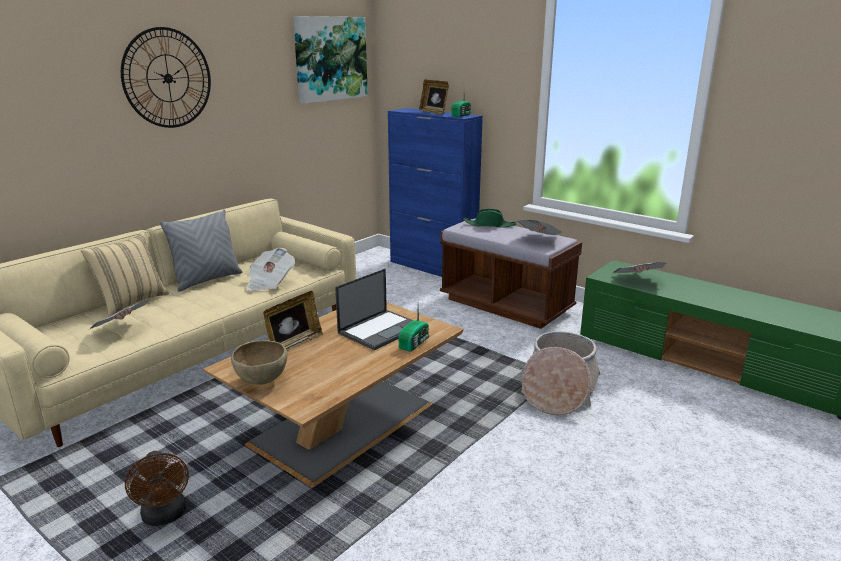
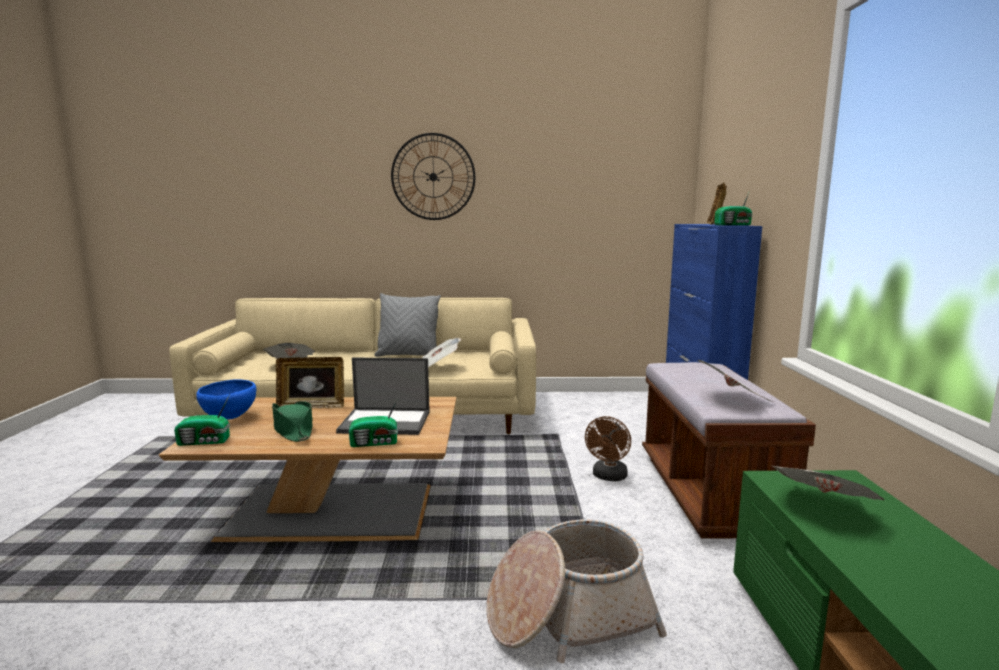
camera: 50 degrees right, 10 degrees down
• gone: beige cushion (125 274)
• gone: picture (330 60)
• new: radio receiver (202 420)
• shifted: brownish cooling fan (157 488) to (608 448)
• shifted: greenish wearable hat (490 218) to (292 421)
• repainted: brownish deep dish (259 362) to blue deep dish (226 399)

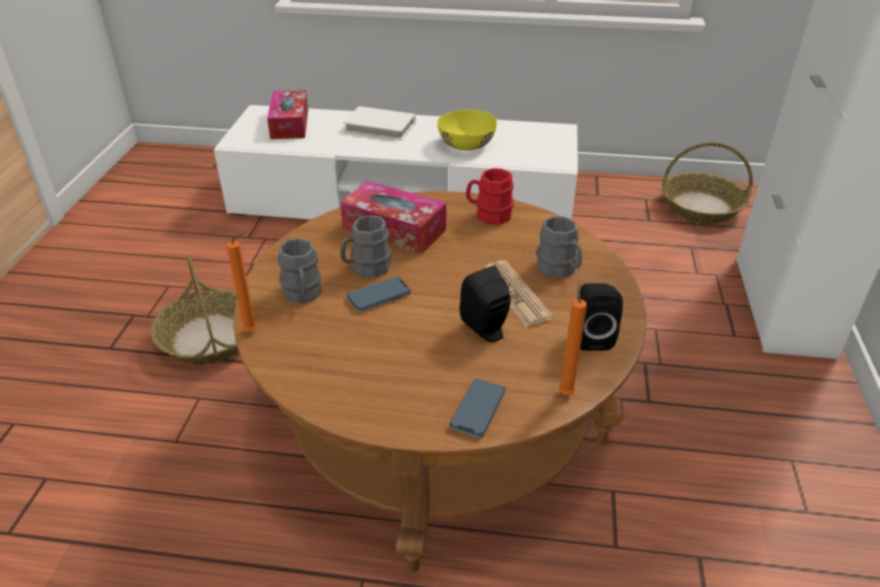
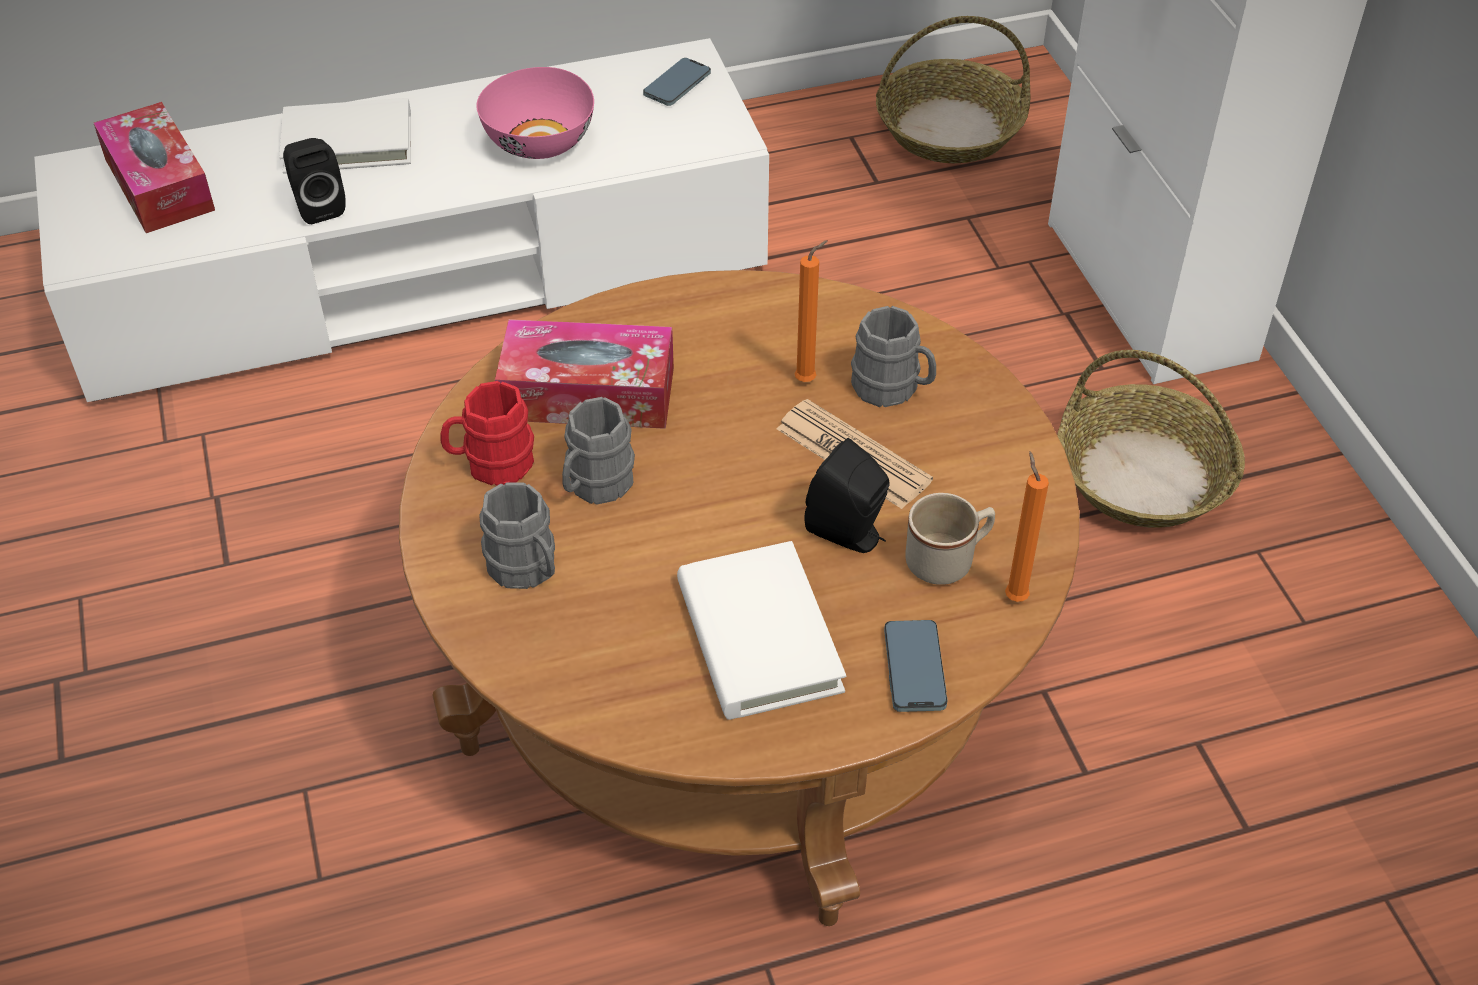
camera: 25 degrees left, 10 degrees up
• new: whitish volume (761 630)
• new: beige tea mug (950 539)
• shifted: household basket (195 311) to (1151 439)
• shifted: orange-coloured wax candle (241 282) to (811 311)
• shifted: telephone (379 294) to (677 82)
• shifted: reddish tea mug (490 196) to (487 433)
• shifted: blackish speaker (601 317) to (314 181)
• repainted: yellowish deep dish (467 130) to pink deep dish (535 113)

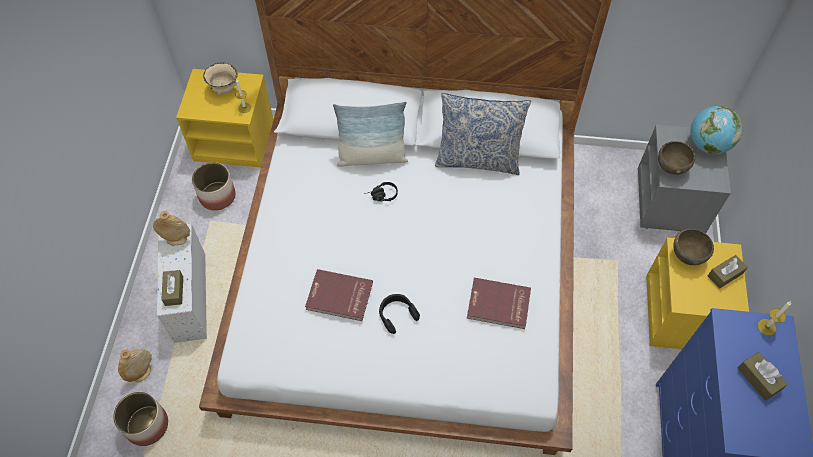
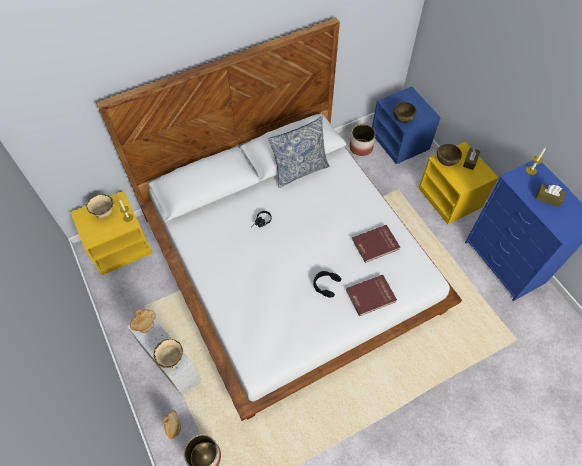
camera: 35 degrees left, 0 degrees up
• gone: cushion (370 134)
• gone: world globe (716 130)
• shifted: planter (213 186) to (363 140)
• shifted: reddish volume (339 295) to (371 295)
• swapped: brownish tissue holder (172 288) to beige deep dish (169 354)
• repainted: greyish bedside table (684 179) to blue bedside table (406 125)

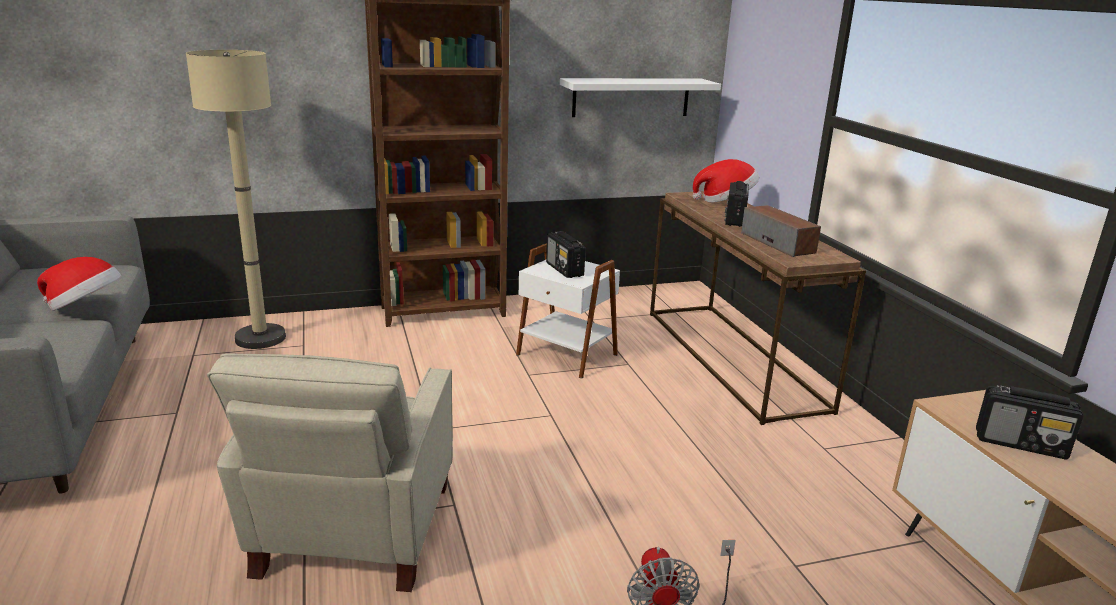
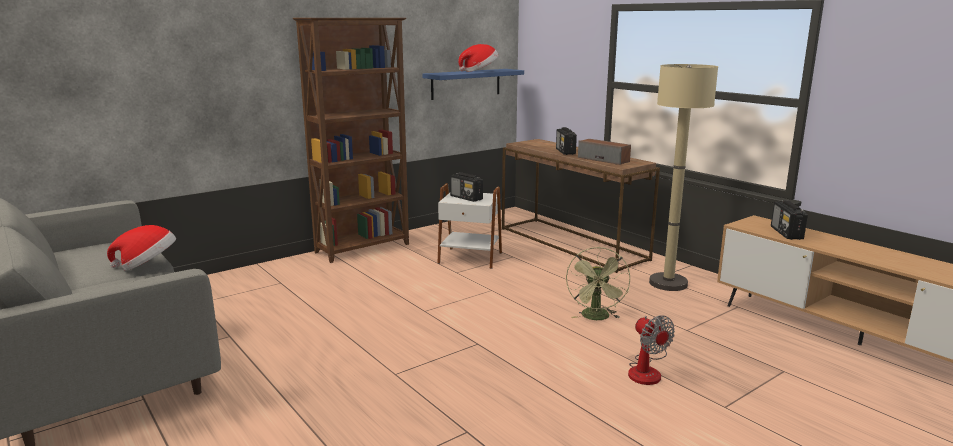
camera: 20 degrees left, 5 degrees down
• gone: beige armchair (330 473)
• new: greenish cooling fan (598 283)
• shifted: beige standard lamp (236 199) to (683 177)
• shifted: wearable hat (725 181) to (478 58)
• repainted: whitish wall shelf (640 97) to blue wall shelf (473 84)
• rotated: radio receiver (1029 422) = (789 220) 90 degrees clockwise

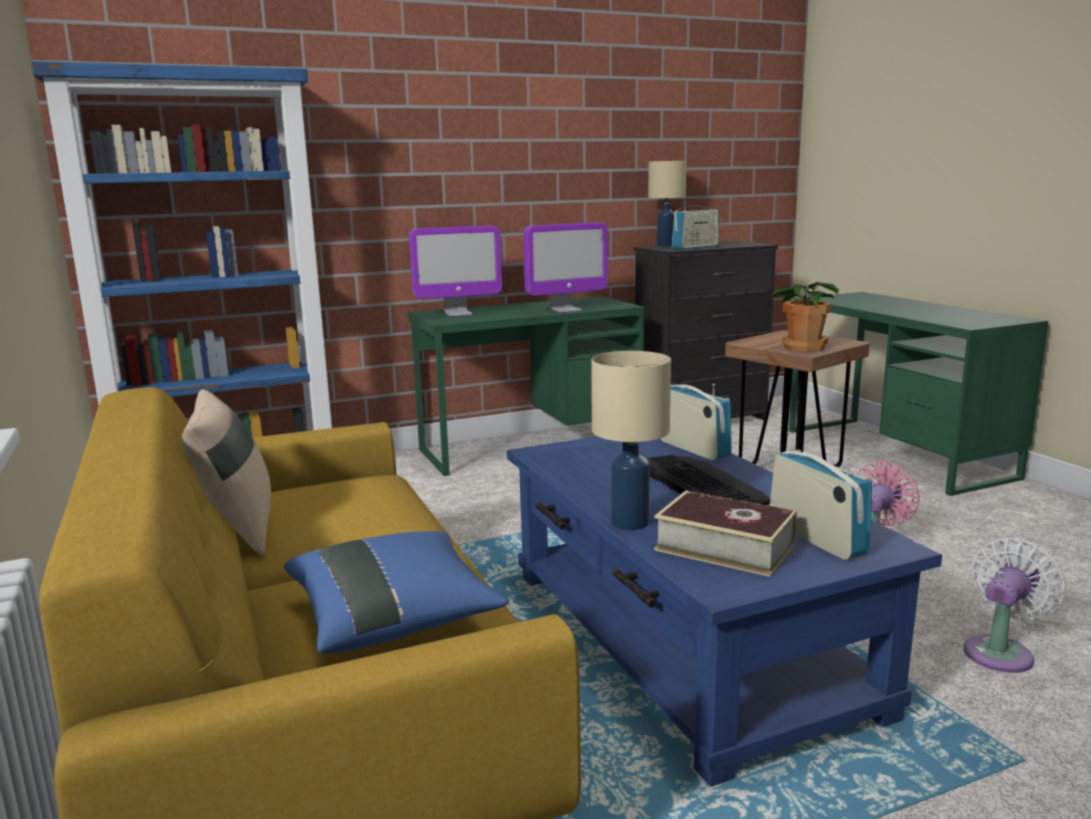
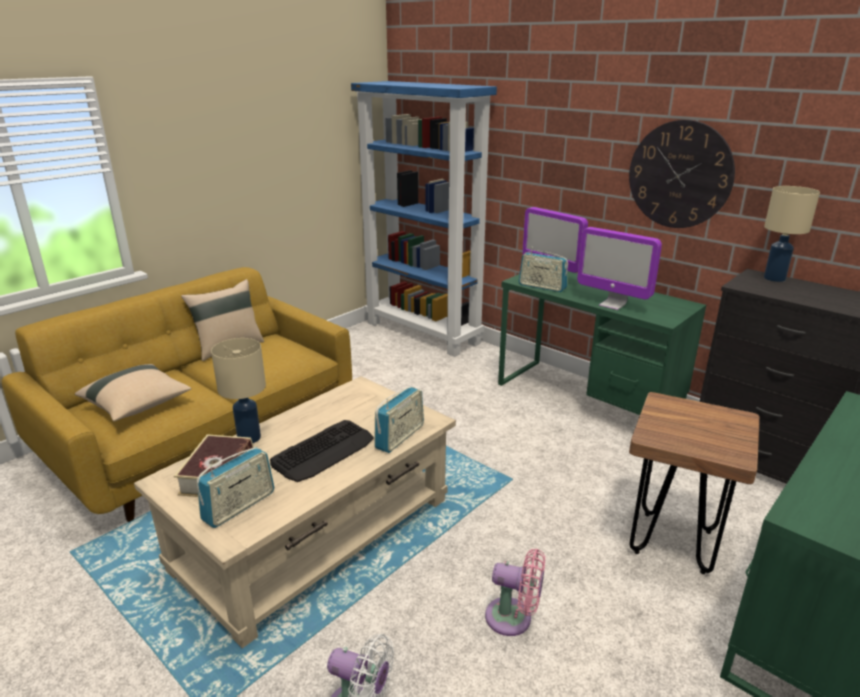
camera: 65 degrees right, 10 degrees up
• gone: houseplant (803 317)
• new: hanging clock (682 174)
• shifted: radio receiver (695 226) to (543 269)
• repainted: blue cushion (396 592) to beige cushion (133 392)
• repainted: blue coffee table (724 611) to beige coffee table (295 512)

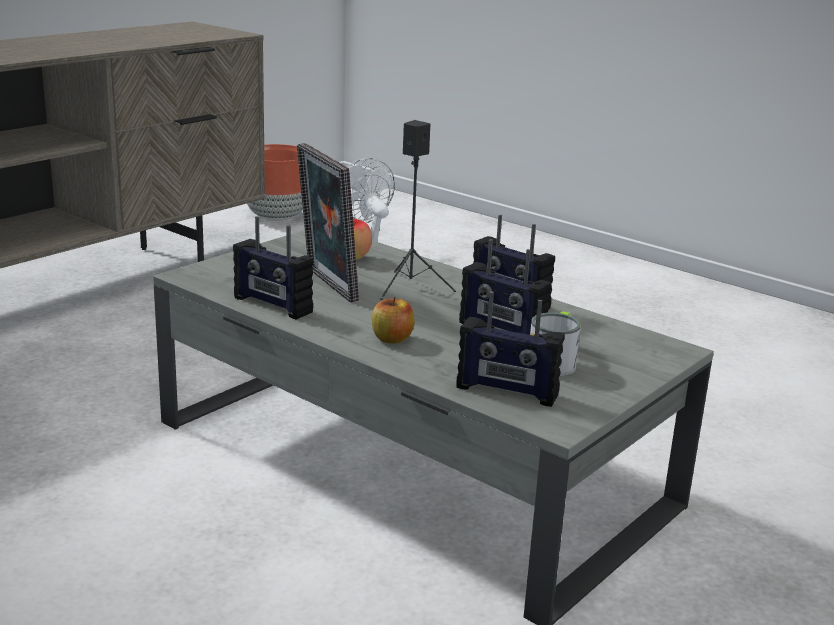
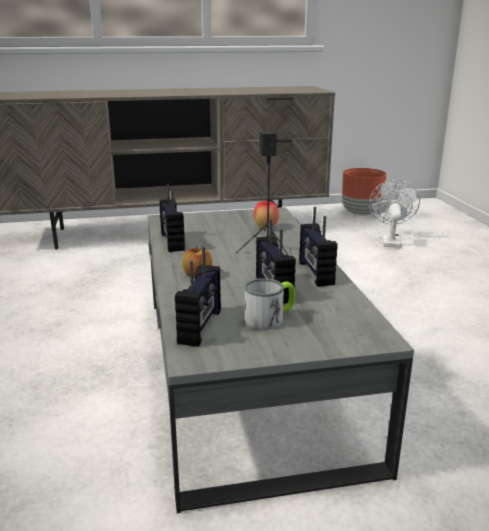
camera: 40 degrees right, 0 degrees up
• gone: picture frame (328 223)
• rotated: radio receiver (510 349) = (198 297) 135 degrees counterclockwise

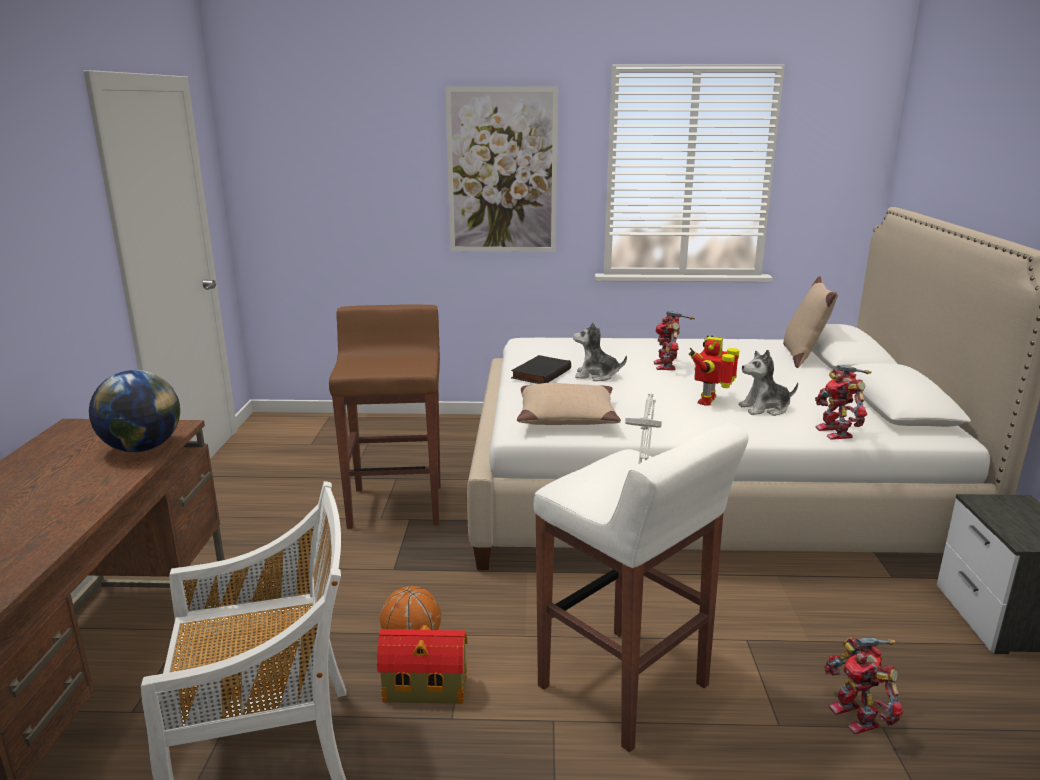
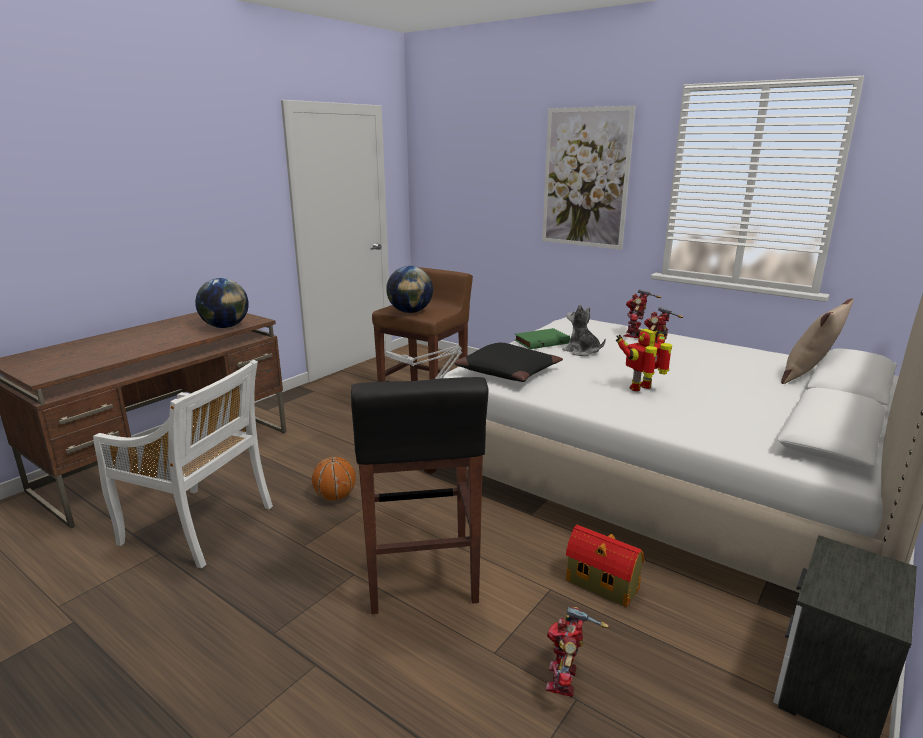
camera: 35 degrees right, 0 degrees up
• gone: cuddly toy (768 383)
• new: world globe (409 289)
• shifted: model house (422 664) to (605 566)
• shifted: toy robot (843 402) to (642 313)
• repainted: blackish volume (541 369) to greenish volume (542 338)
• repainted: beige cushion (569 404) to blackish cushion (508 362)
• repainted: whitish sitting stool (641 587) to blackish sitting stool (420 495)

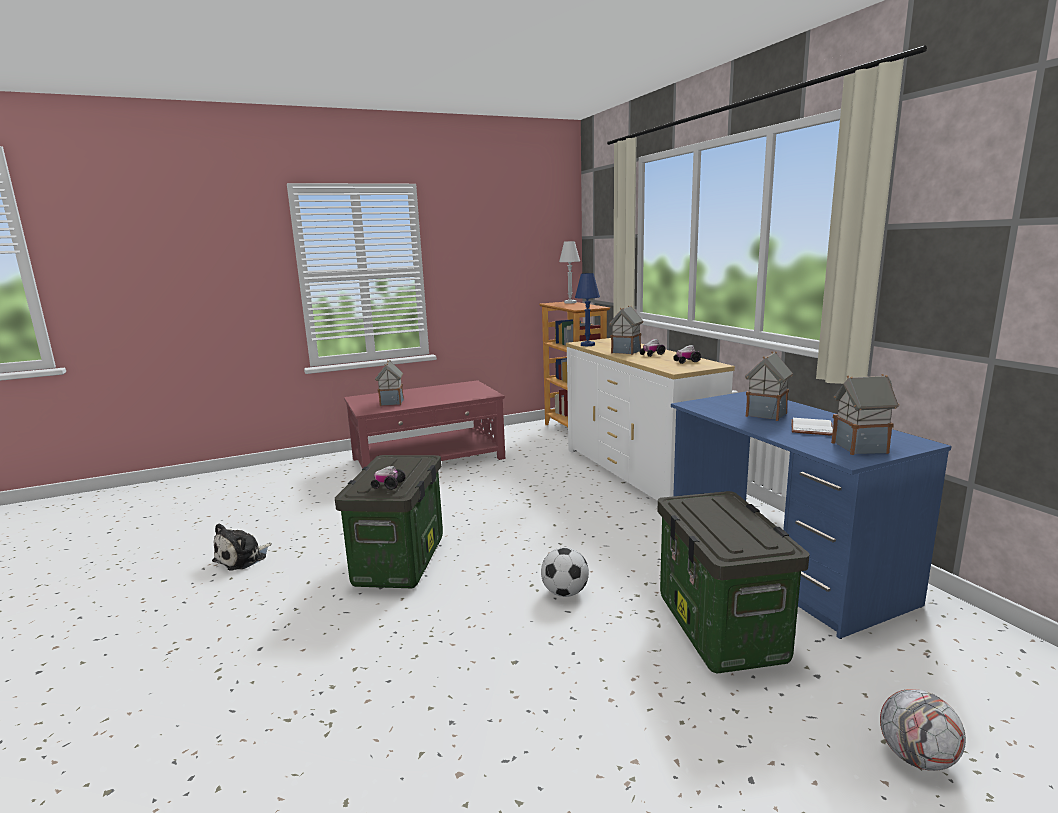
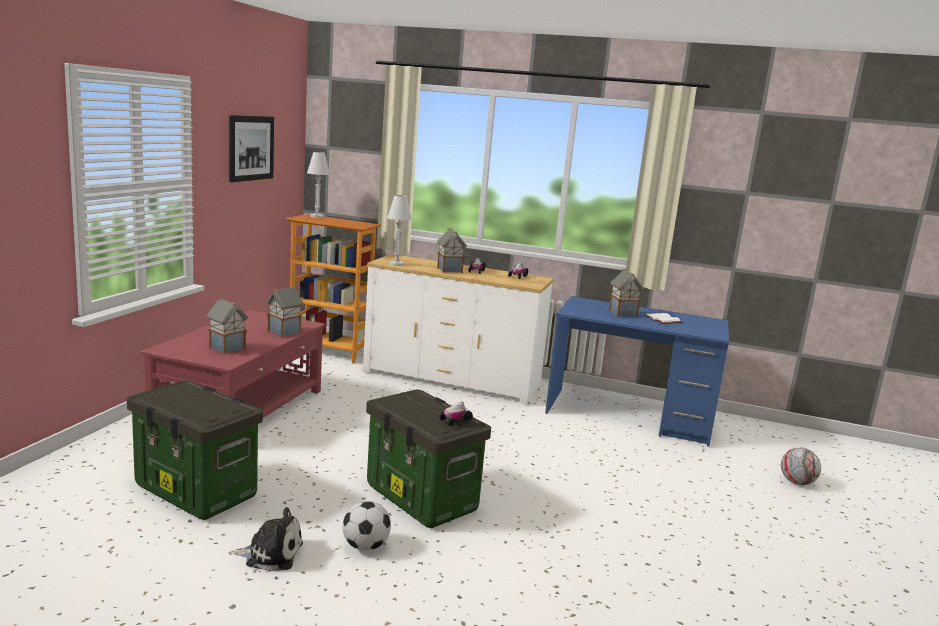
camera: 50 degrees left, 0 degrees up
• new: picture (251 148)
• shifted: football ball (565 572) to (367 526)
• shifted: storage container (733 582) to (195 450)
• shifted: model house (865 414) to (285 311)
• repainted: blue table lamp (587 309) to whitish table lamp (399 230)
• rotated: cuddly toy (242 547) = (265 539) 75 degrees counterclockwise

